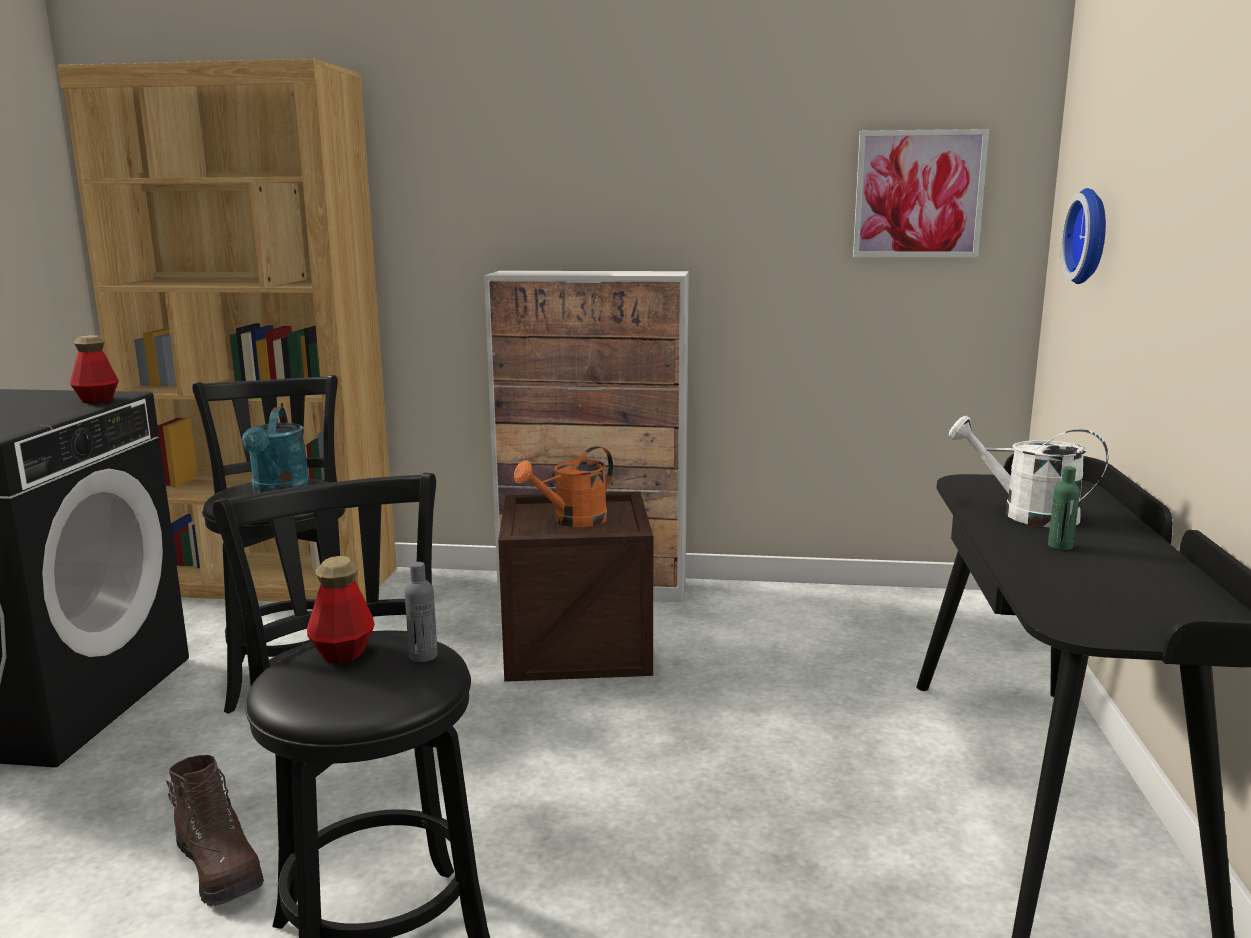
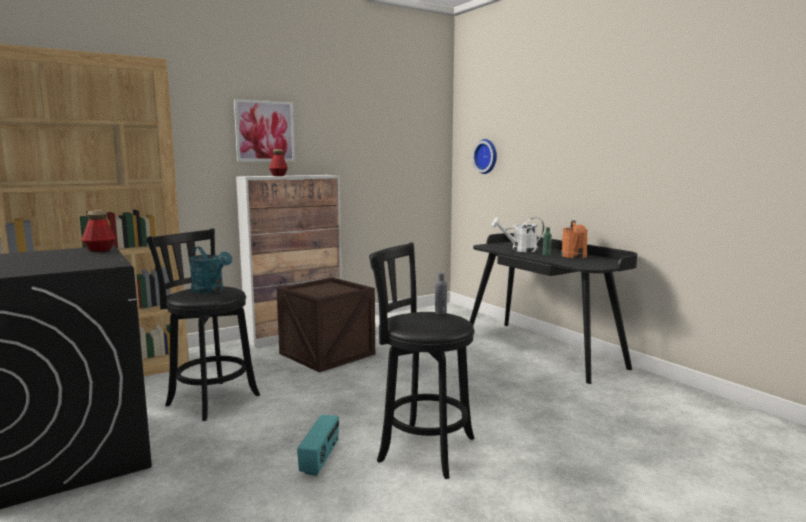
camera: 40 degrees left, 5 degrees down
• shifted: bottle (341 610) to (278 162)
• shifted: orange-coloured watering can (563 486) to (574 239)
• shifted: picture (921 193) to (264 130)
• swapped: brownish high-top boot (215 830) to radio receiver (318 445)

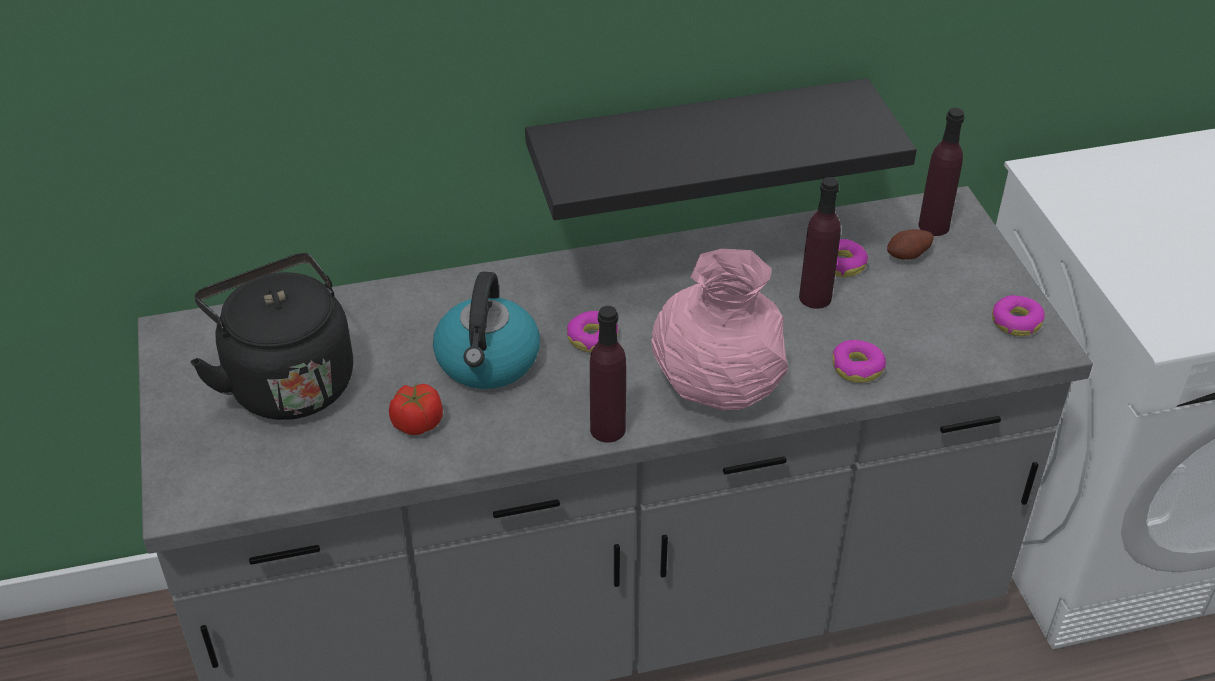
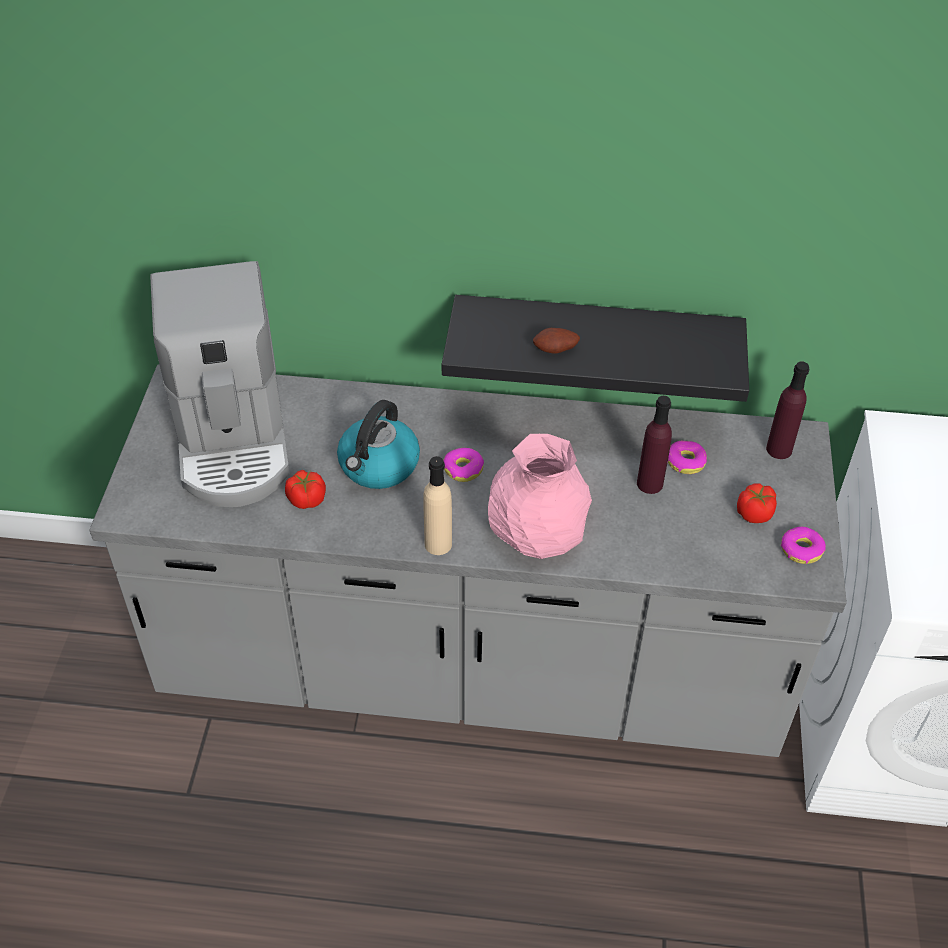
camera: 20 degrees right, 5 degrees up
• gone: doughnut (859 361)
• new: fresh tomato (757 503)
• shifted: spud (910 244) to (556 340)
• swapped: blackish kettle (271 336) to coffee maker (220 384)
• repainted: purple-coloured bottle (608 374) to beige bottle (437 505)

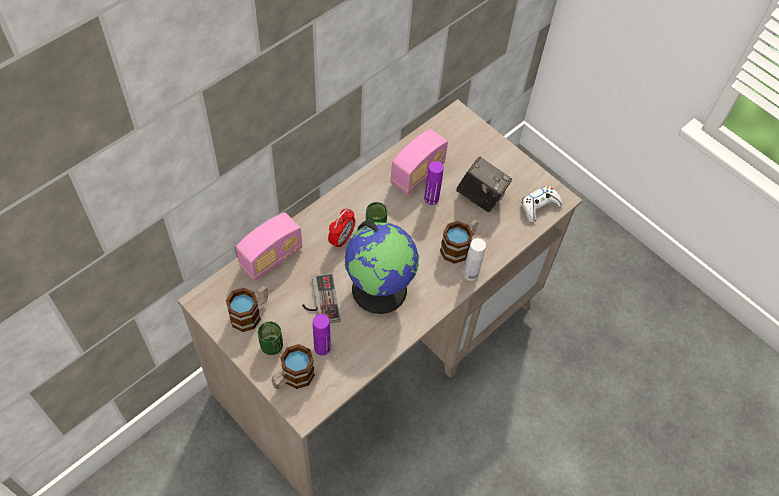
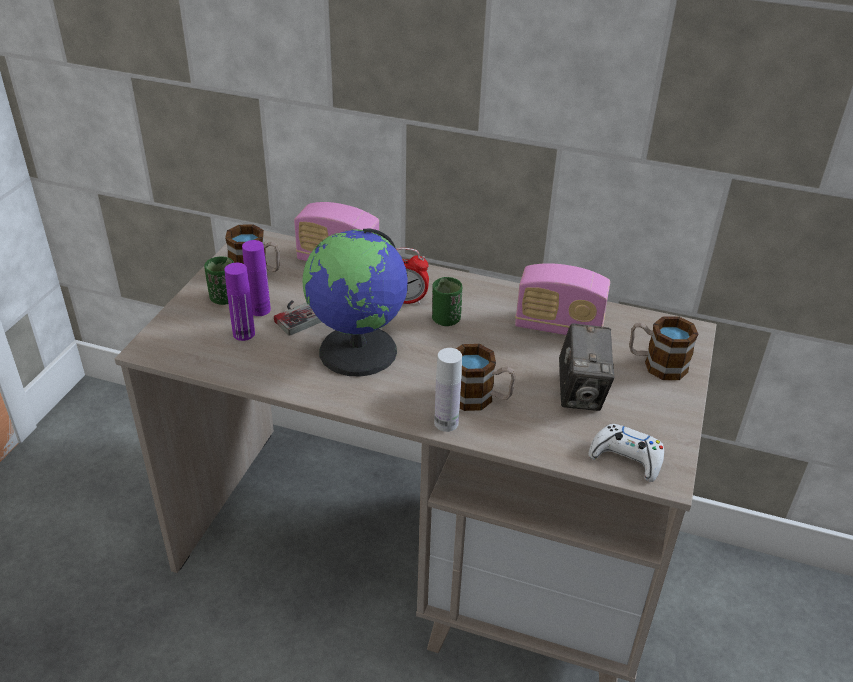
camera: 65 degrees right, 20 degrees down
• shifted: tea mug (293 366) to (663 348)
• shifted: purple-coloured bottle (434 183) to (256 278)

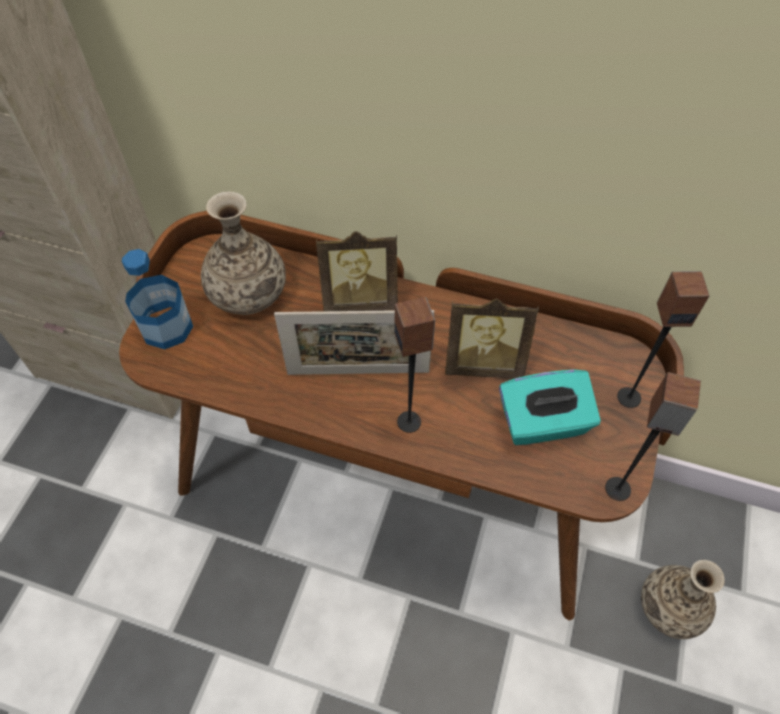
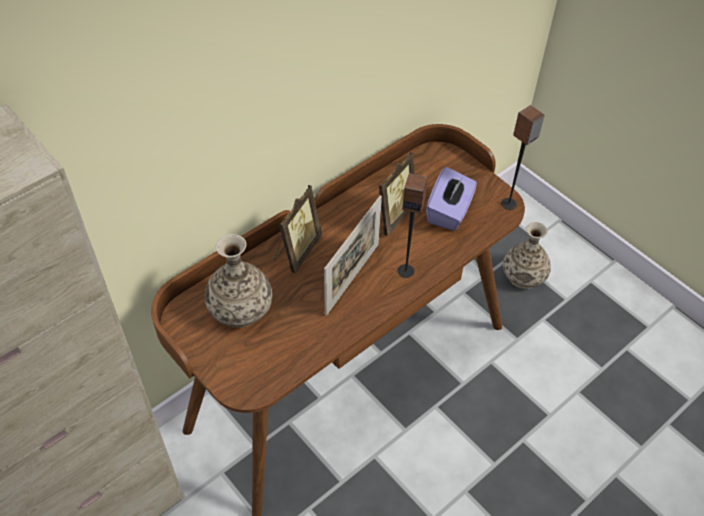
camera: 60 degrees left, 5 degrees down
• gone: bottle (157 299)
• gone: speaker (663 339)
• repainted: blue-green tissue holder (550 407) to purple-coloured tissue holder (451 199)

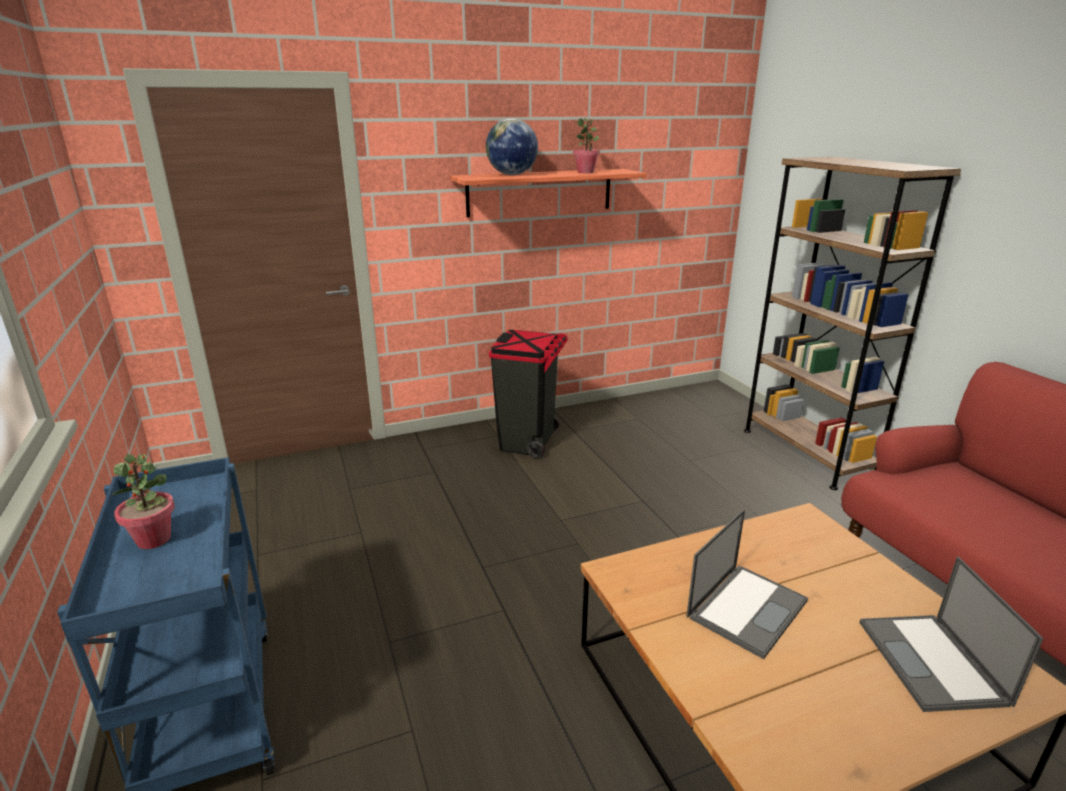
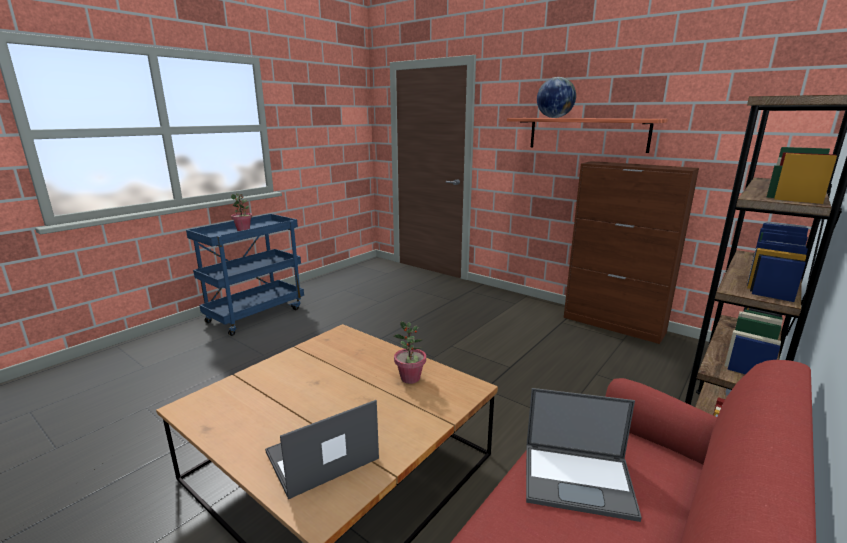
camera: 60 degrees right, 5 degrees down
• gone: blackish waste bin (528 394)
• new: brownish cupboard (631 252)
• shifted: houseplant (586 145) to (410 352)
• shifted: laptop (747 584) to (584 455)

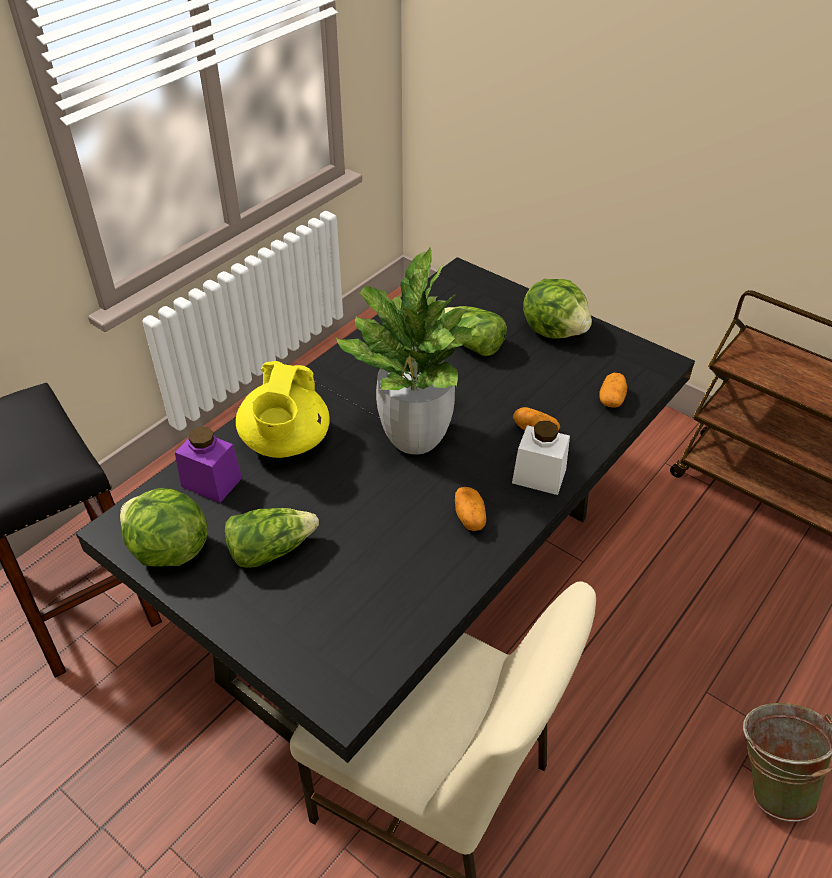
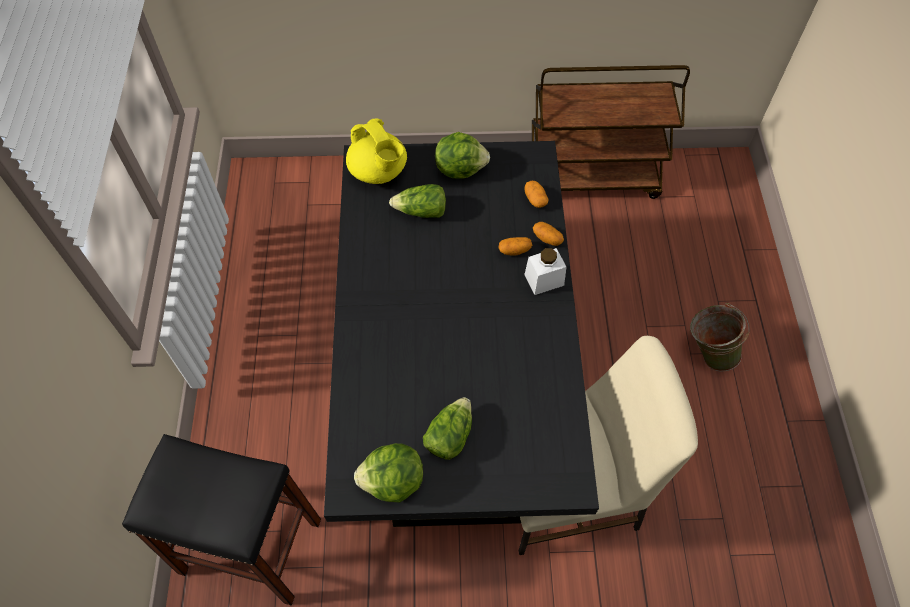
camera: 40 degrees left, 15 degrees up
• gone: purple-coloured storage jar (208 465)
• gone: houseplant (409 350)
• shifted: yellowish pot for tea (283 409) to (376 151)
• shifted: spud (470 509) to (548 234)

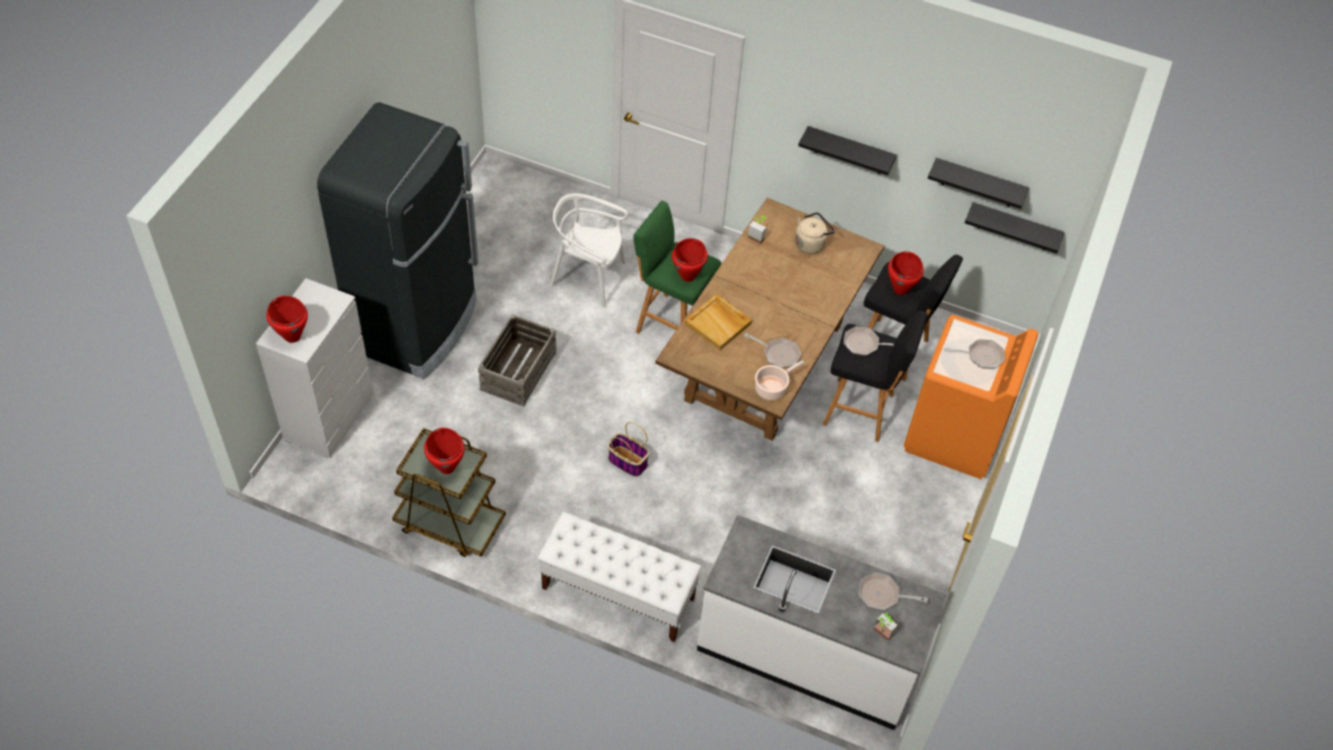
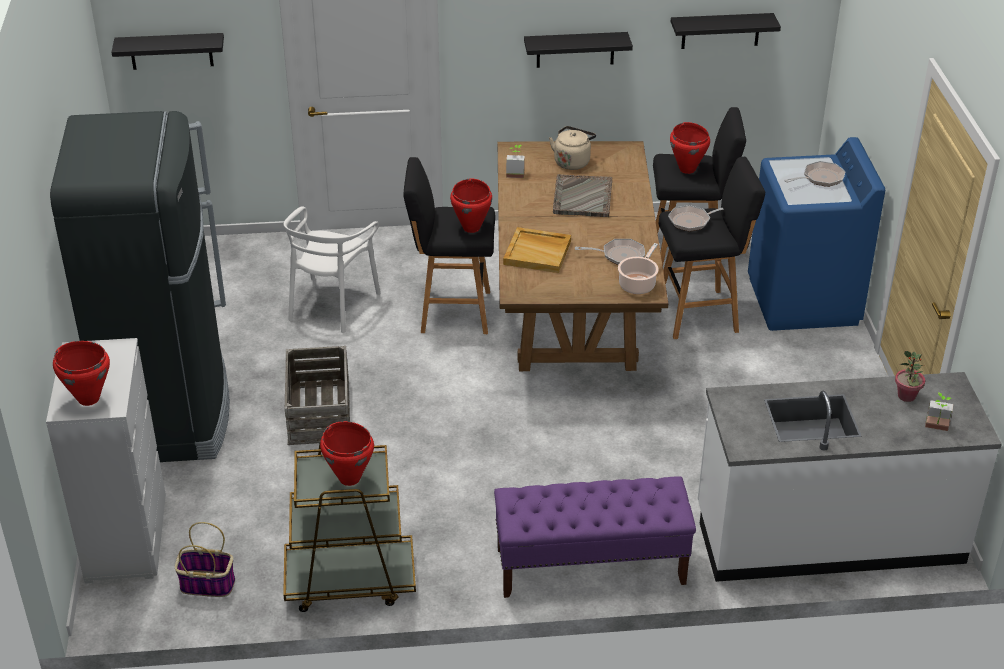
camera: 25 degrees left, 15 degrees down
• new: greyish tray (582 195)
• shifted: household basket (628 449) to (205 559)
• shifted: blackish wall shelf (1015 228) to (167 51)
• swapped: skillet (893 591) to houseplant (910 376)
• repainted: whitish indoor bench (619 577) to purple-coloured indoor bench (595 537)
• repainted: greenish sitting stool (677 267) to blackish sitting stool (449 245)
• repainted: orange-coloured laundry machine (971 397) to blue laundry machine (816 234)
• rotated: whitish plain chair (589 250) = (332 269) 60 degrees counterclockwise

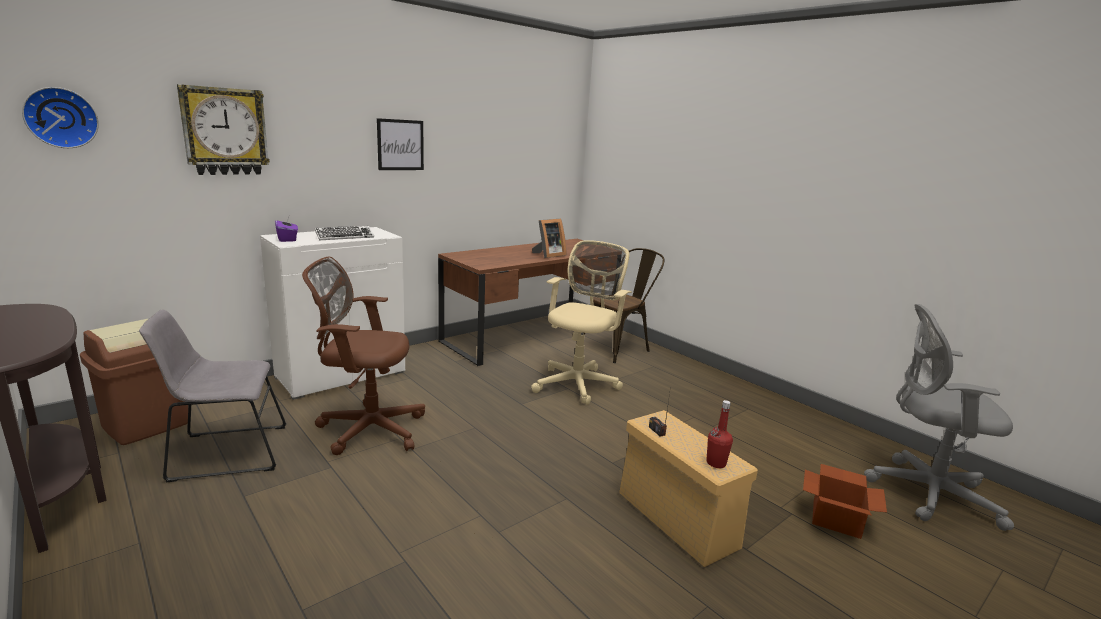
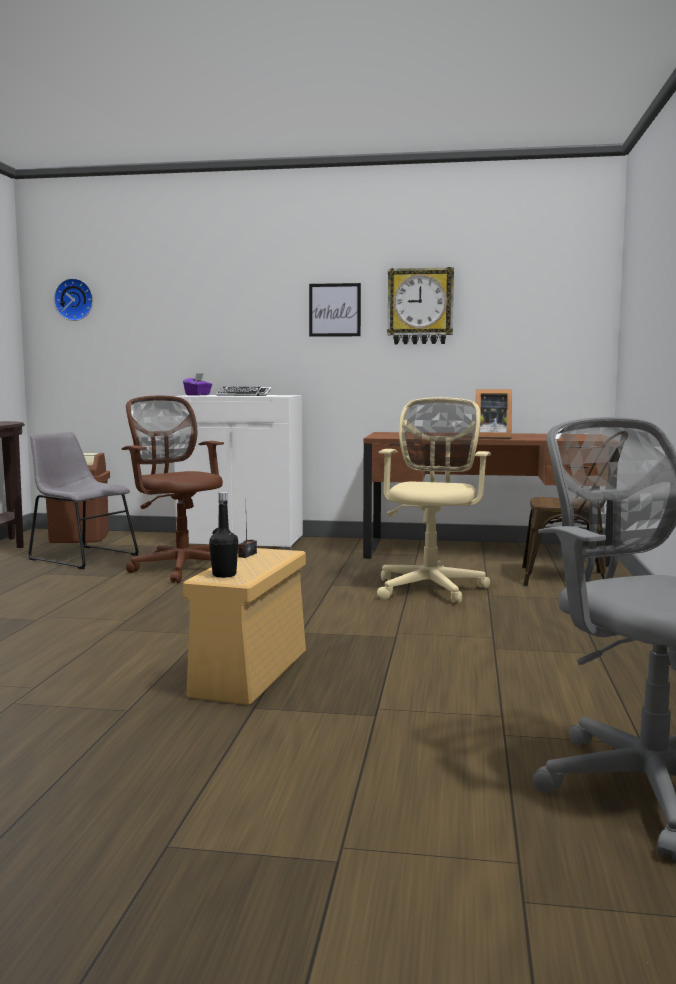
camera: 50 degrees right, 10 degrees down
• gone: packing box (845 501)
• shifted: hanging clock (223 129) to (420 305)
• repainted: reddish bottle (719 434) to blackish bottle (223 535)
• rotated: beige desk chair (581 322) = (434 500) 60 degrees counterclockwise

